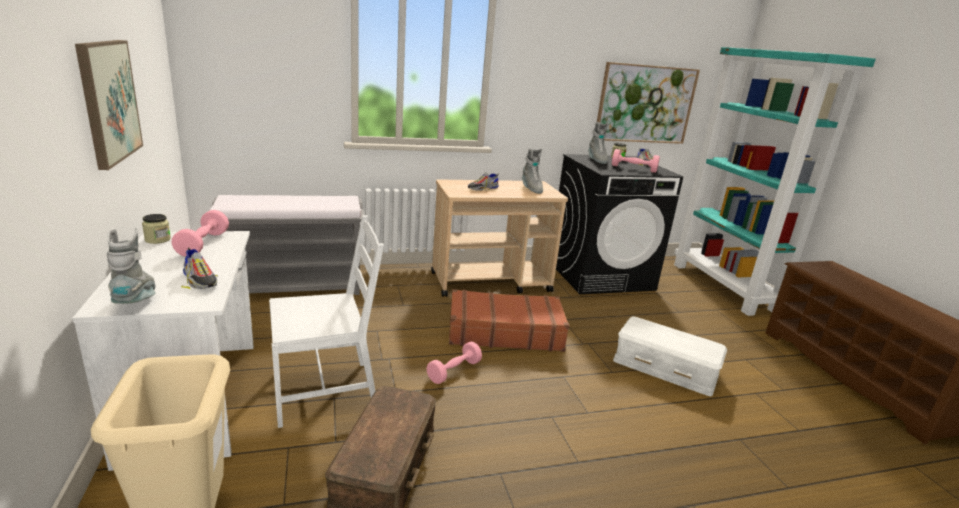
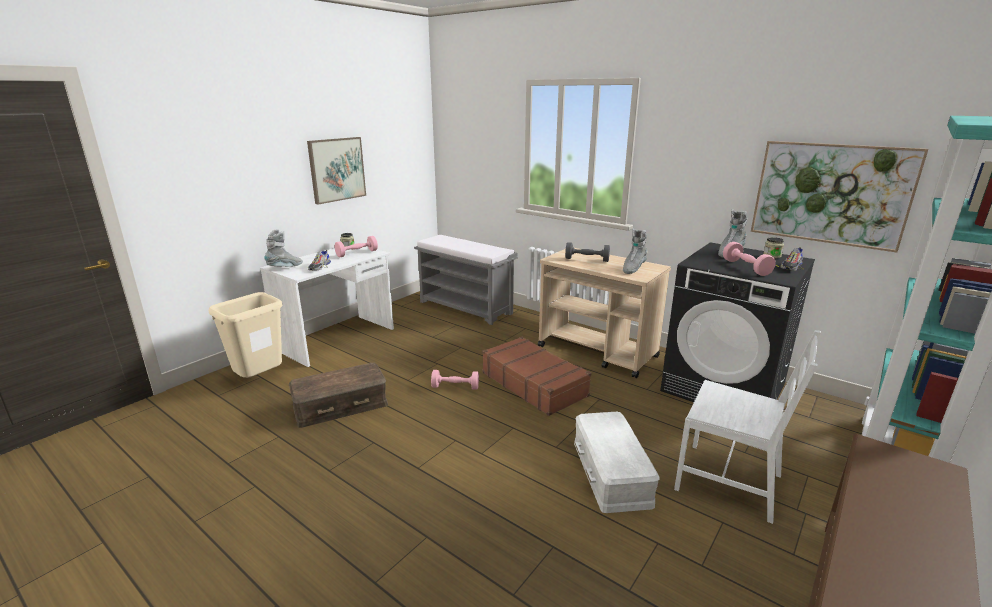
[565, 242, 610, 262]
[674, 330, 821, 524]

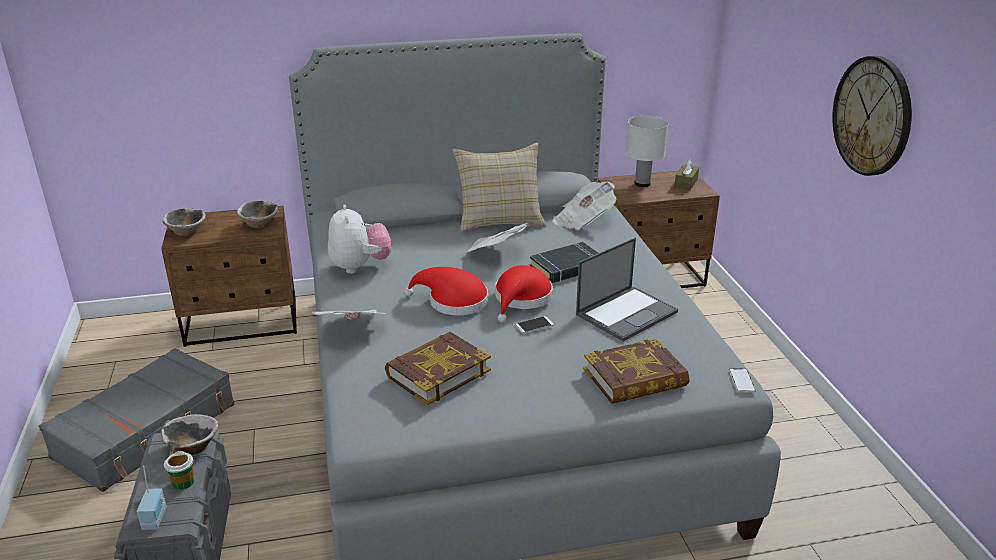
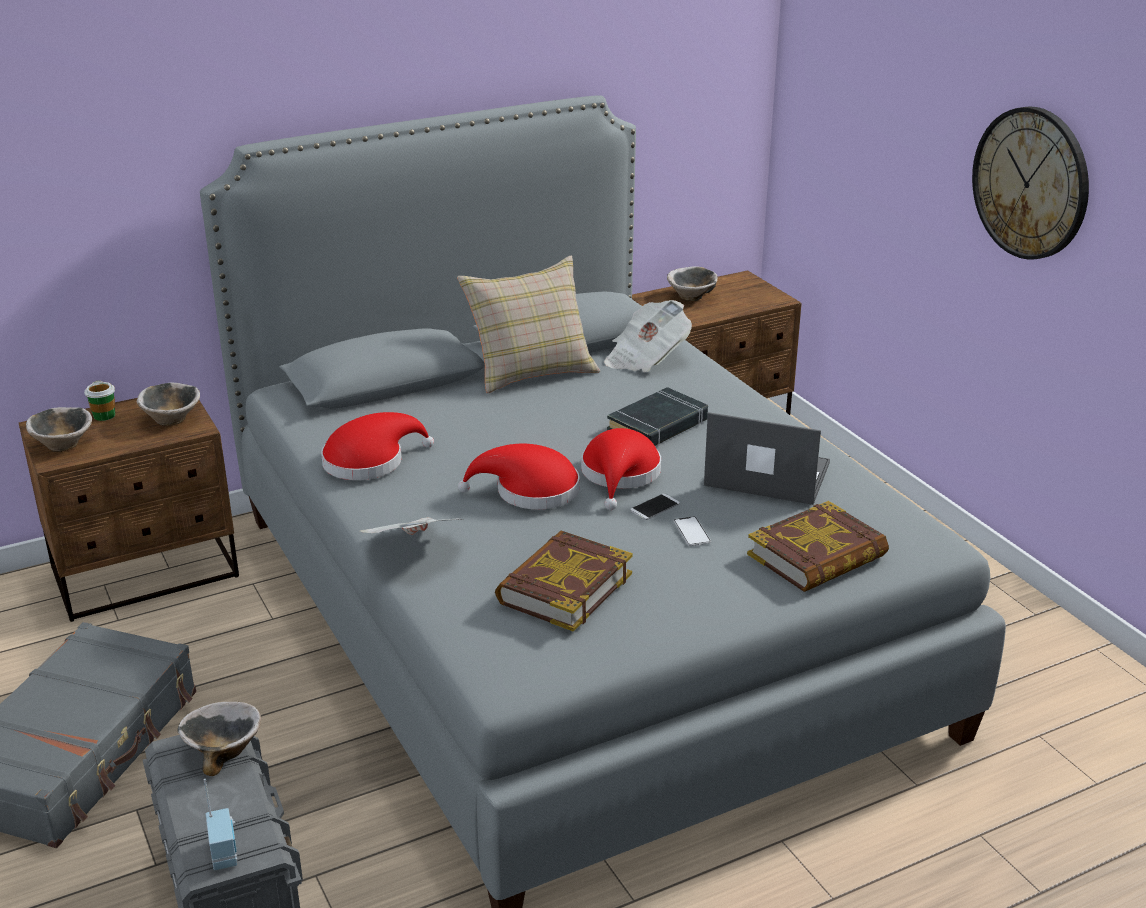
[84, 381, 115, 421]
[321, 412, 434, 480]
[667, 266, 718, 301]
[674, 516, 711, 546]
[704, 412, 830, 505]
[464, 222, 529, 253] (first image)
[674, 159, 699, 190] (first image)

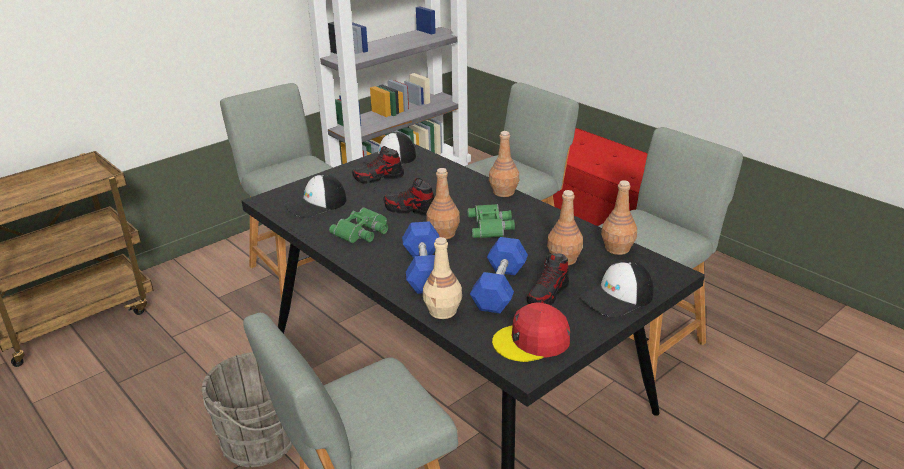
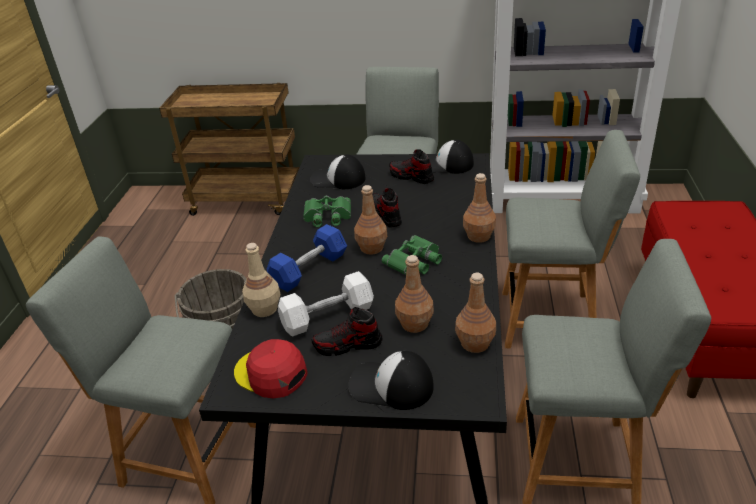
[278, 271, 374, 337]

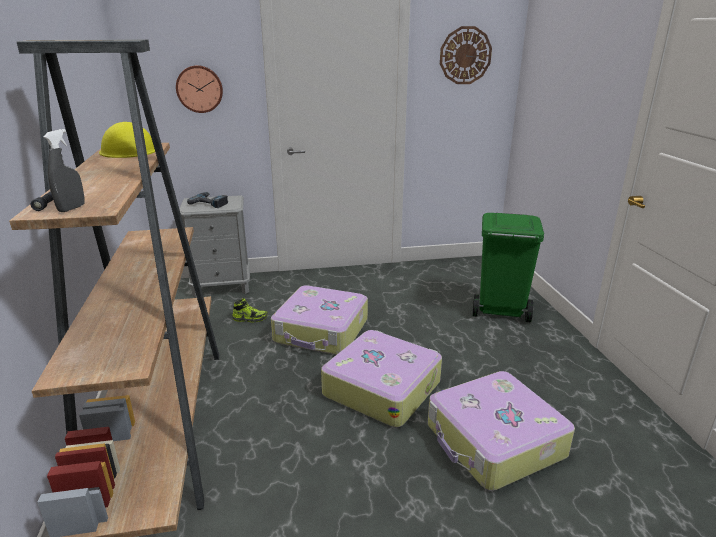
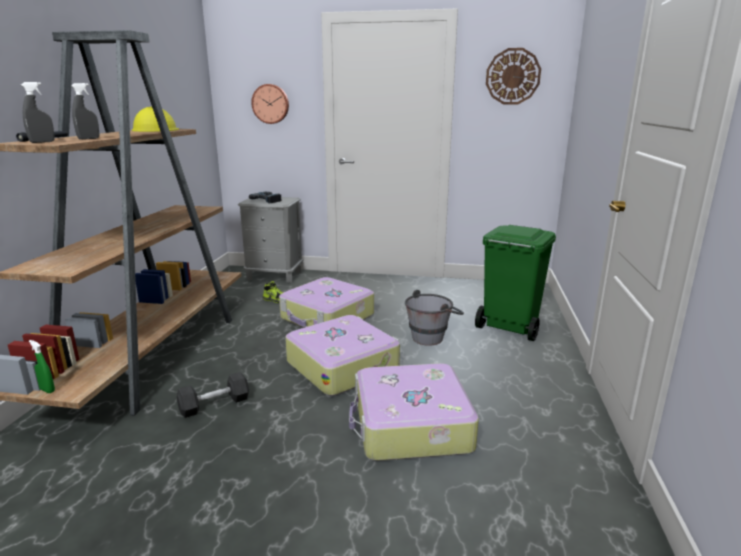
[29, 340, 55, 393]
[71, 83, 99, 140]
[177, 372, 249, 418]
[405, 290, 464, 346]

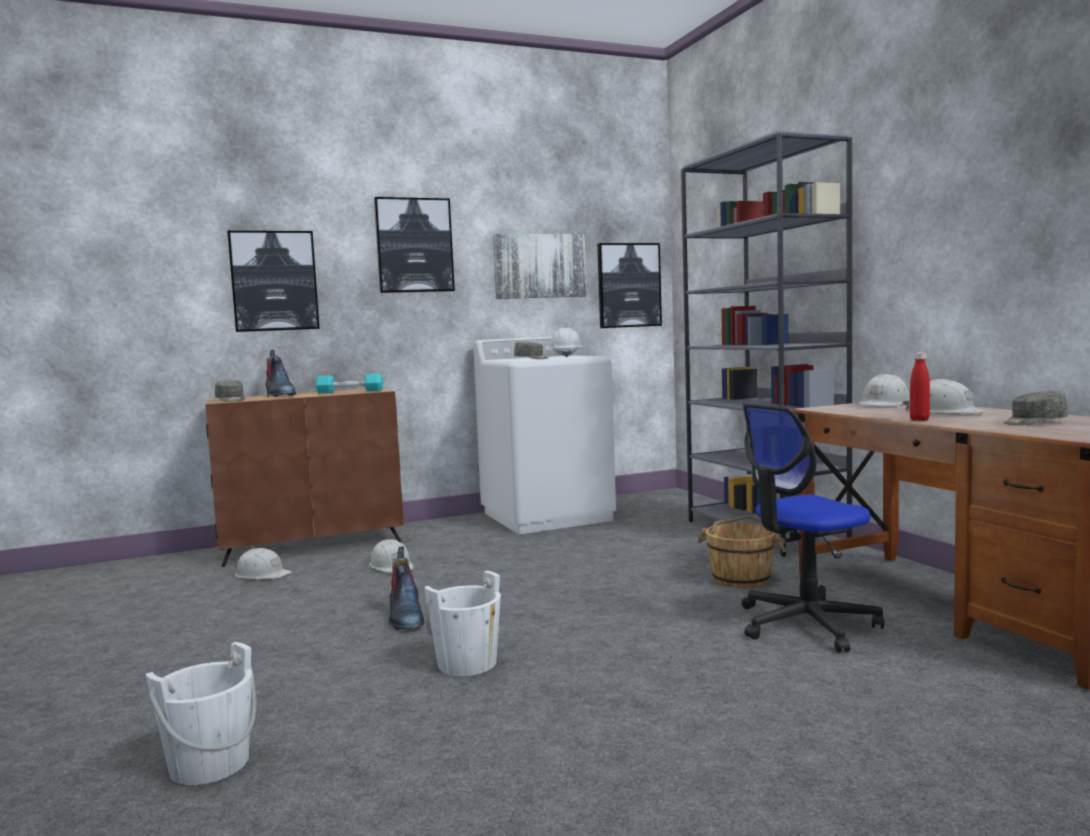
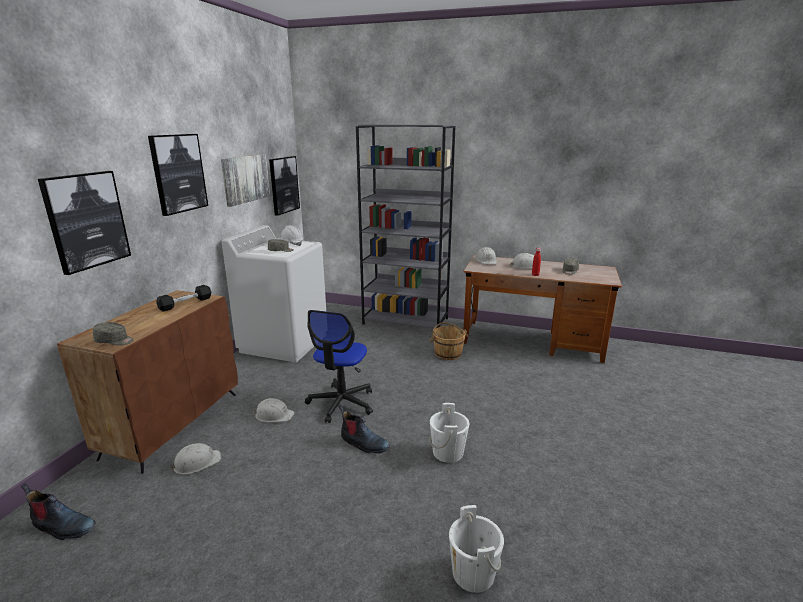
[21, 483, 96, 540]
[156, 285, 211, 312]
[305, 310, 373, 423]

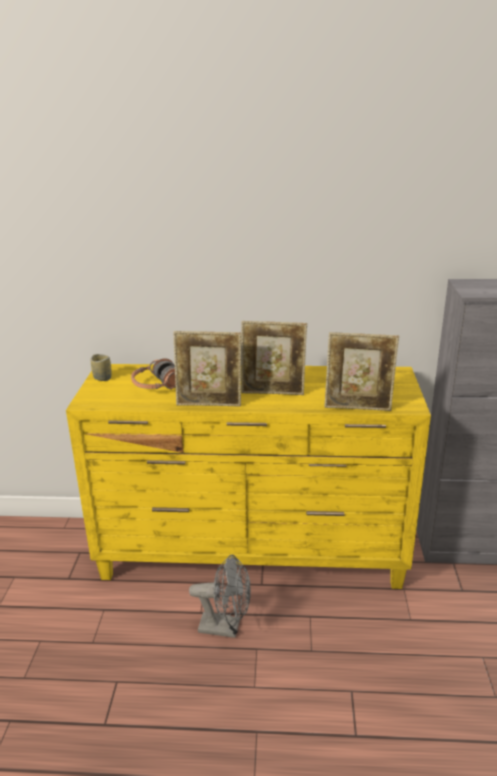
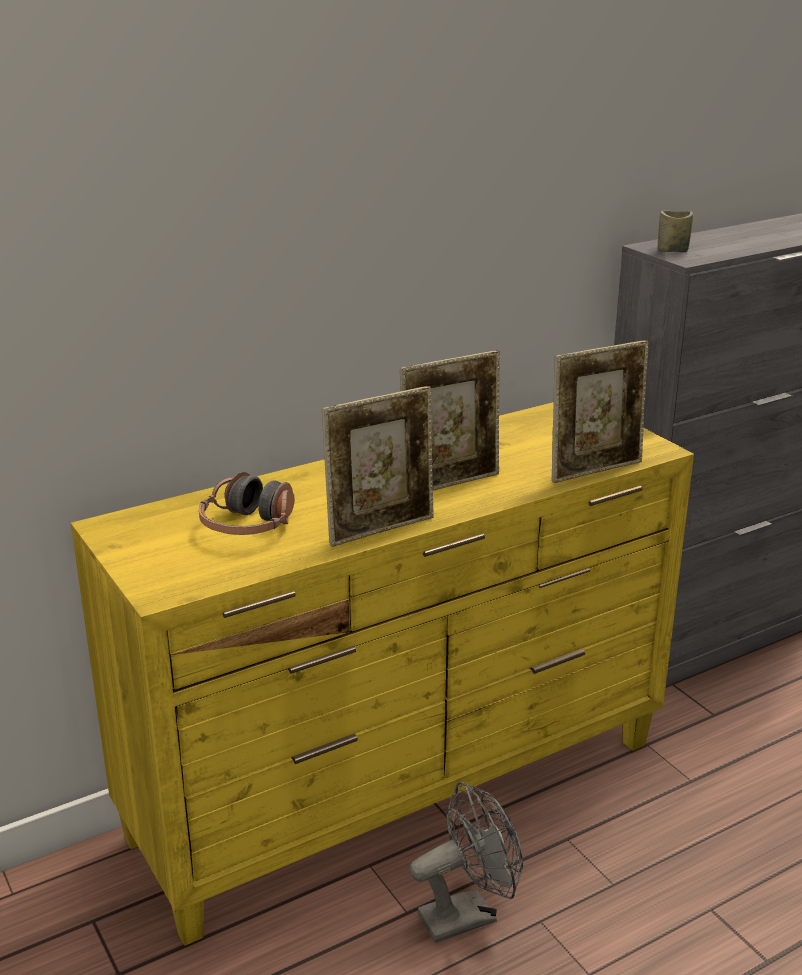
[658, 211, 693, 252]

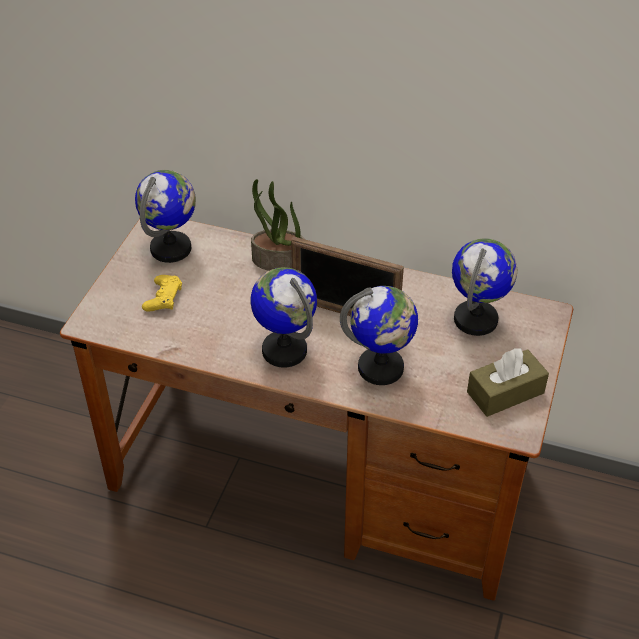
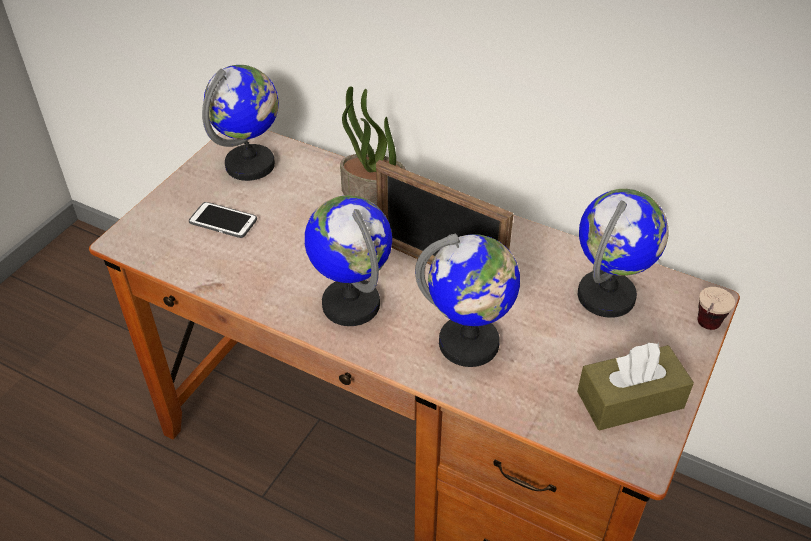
[189, 202, 257, 238]
[697, 287, 735, 330]

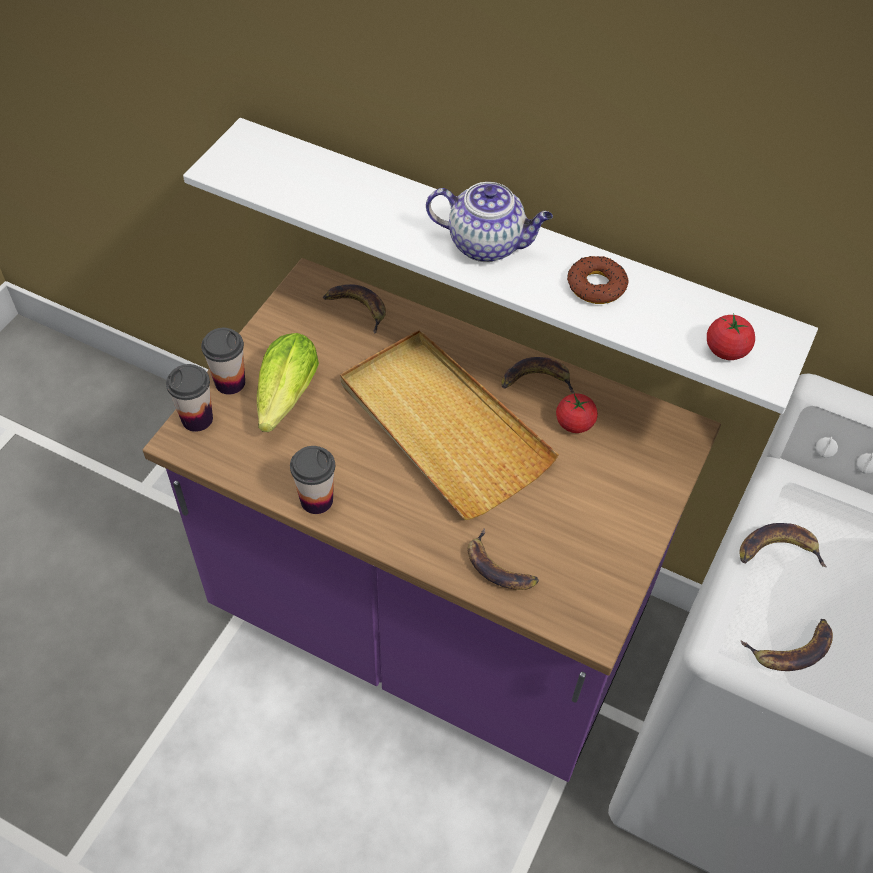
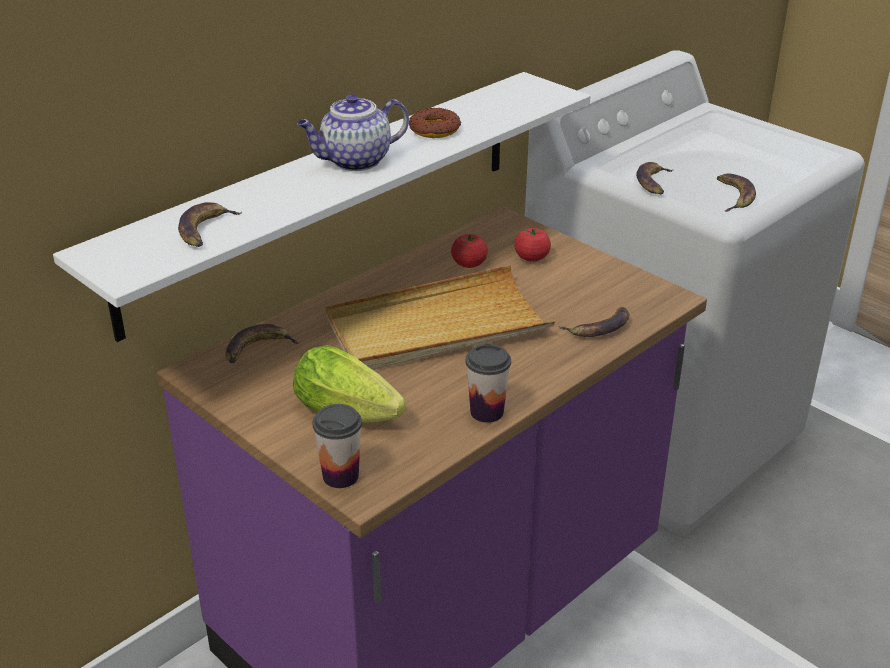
[178, 202, 242, 247]
[297, 94, 409, 171]
[514, 228, 551, 262]
[201, 328, 245, 395] (first image)

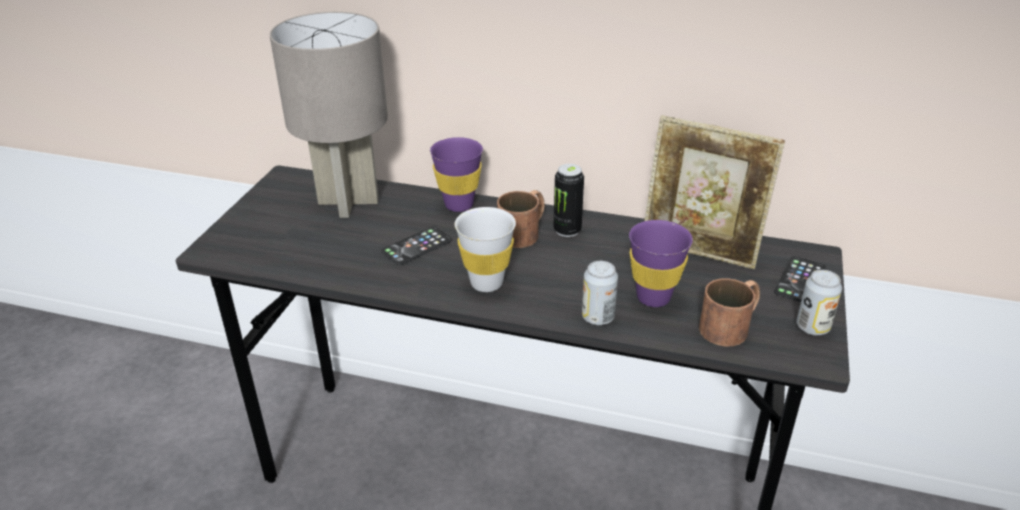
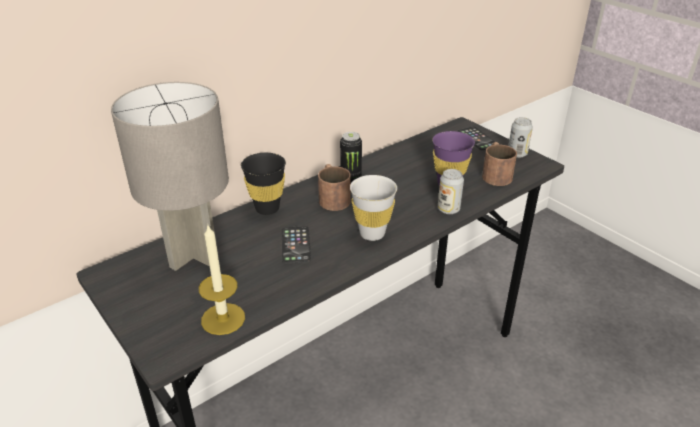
[199, 225, 245, 335]
[241, 153, 286, 215]
[645, 115, 785, 269] (first image)

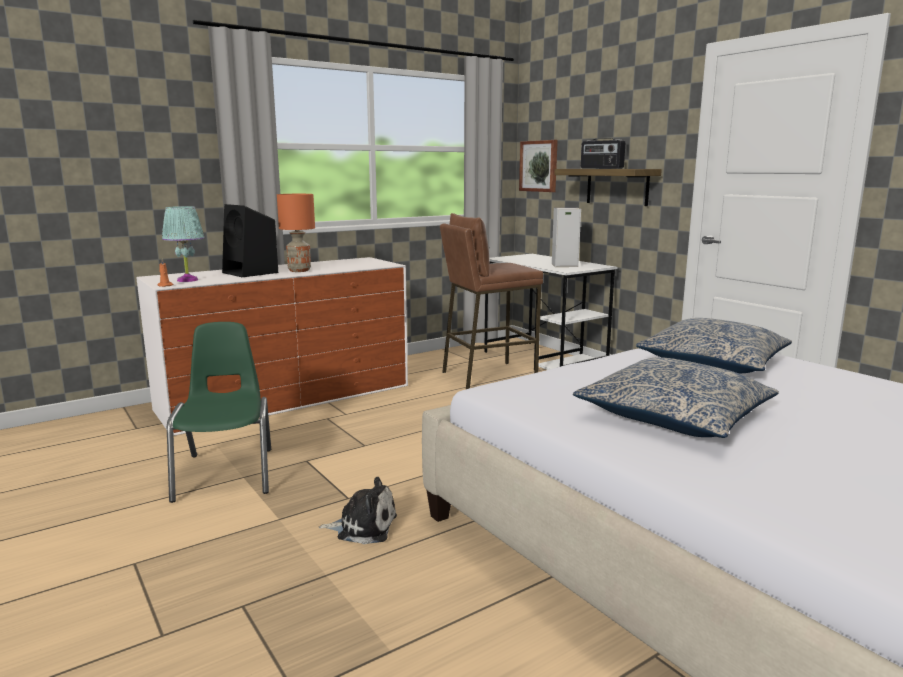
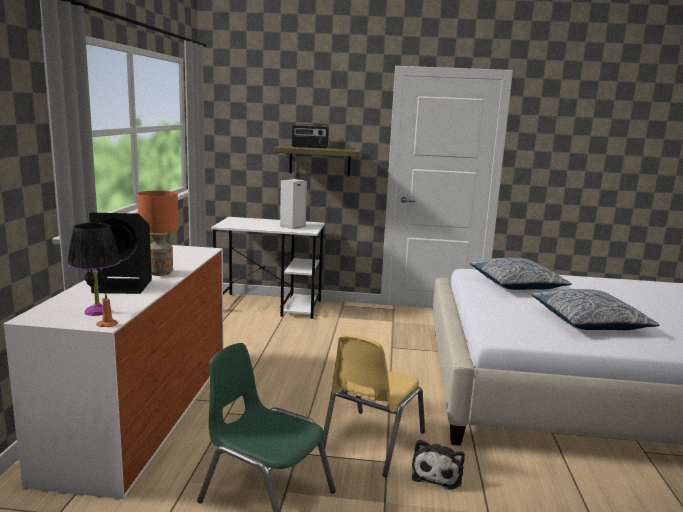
[68, 223, 120, 316]
[322, 334, 425, 477]
[412, 439, 465, 489]
[440, 213, 543, 389] (first image)
[519, 140, 558, 192] (first image)

